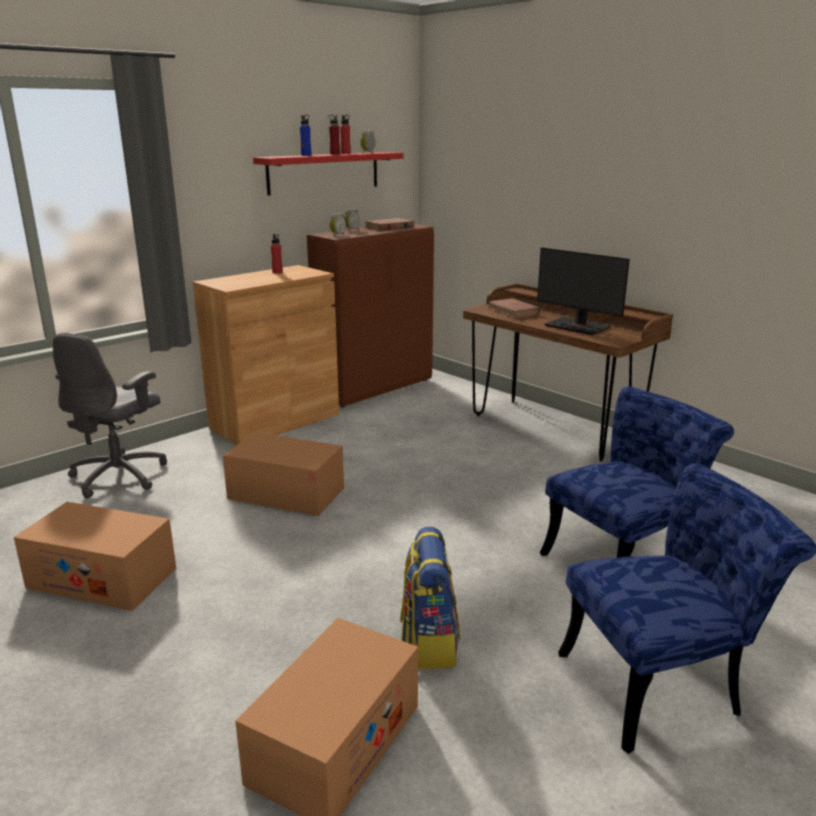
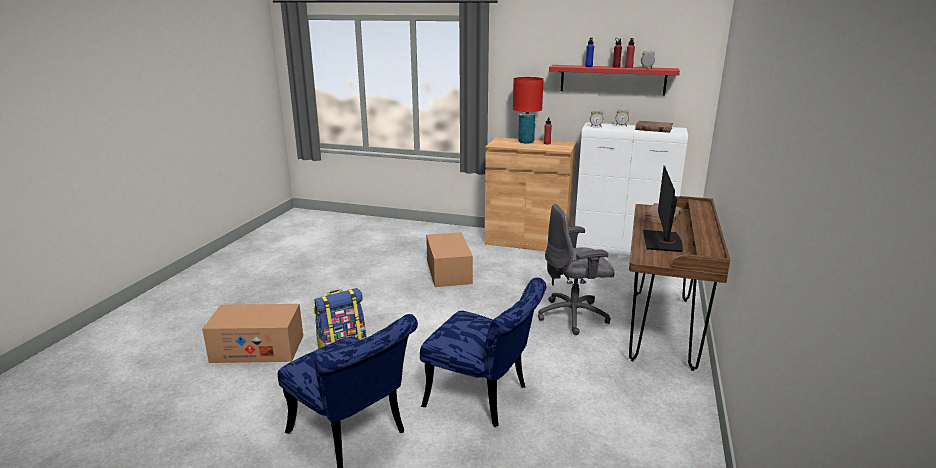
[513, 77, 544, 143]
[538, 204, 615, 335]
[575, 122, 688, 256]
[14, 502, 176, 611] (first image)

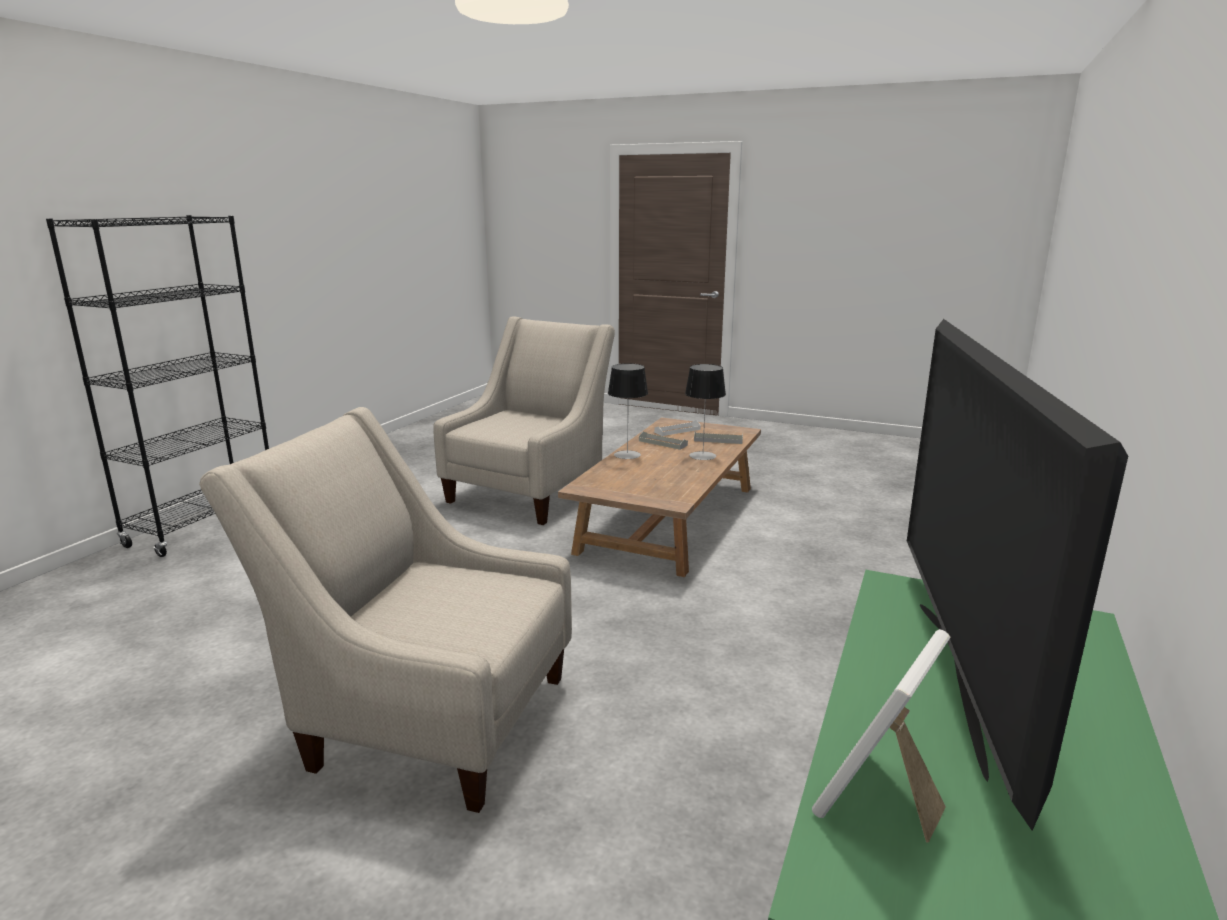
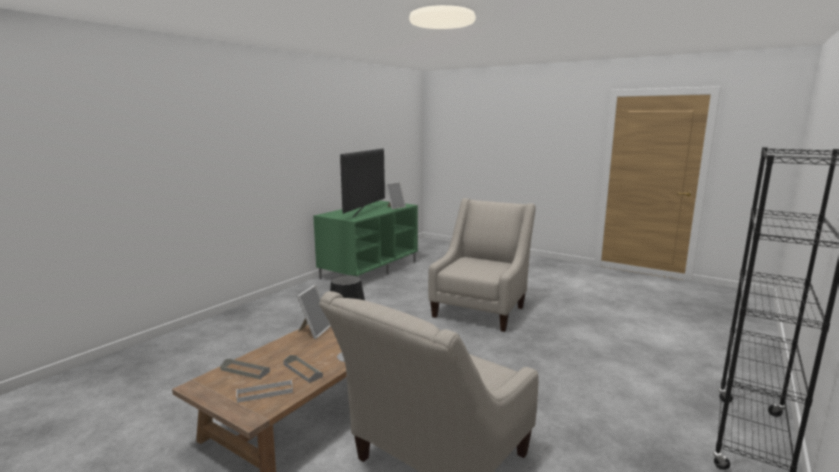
[297, 285, 331, 339]
[428, 198, 536, 332]
[685, 364, 726, 460] (first image)

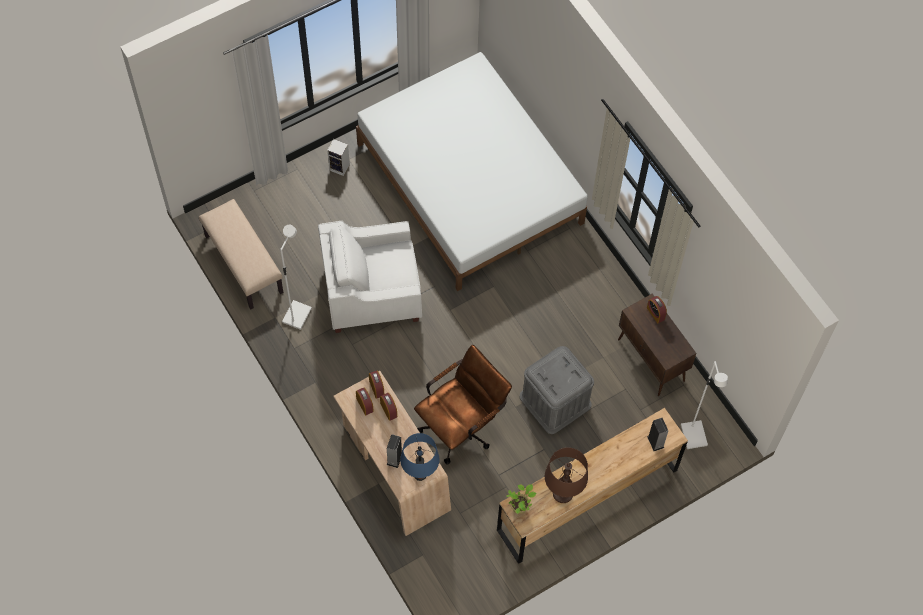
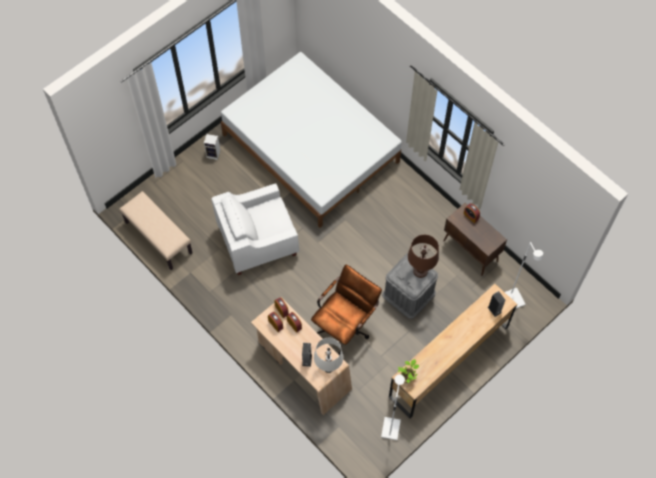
[314, 338, 343, 373]
[381, 374, 405, 440]
[408, 235, 439, 278]

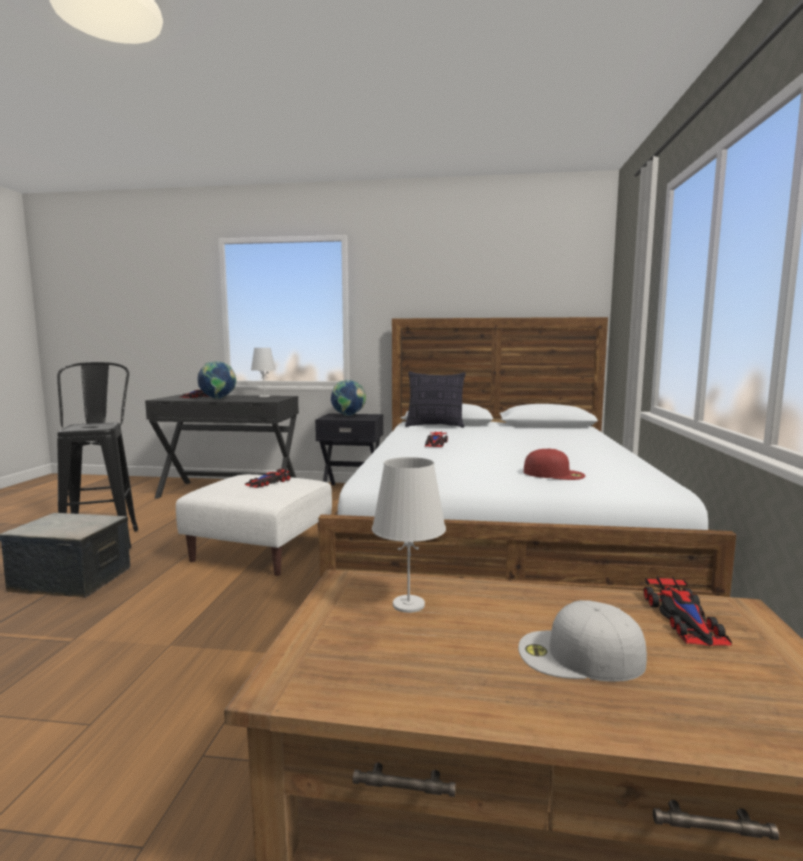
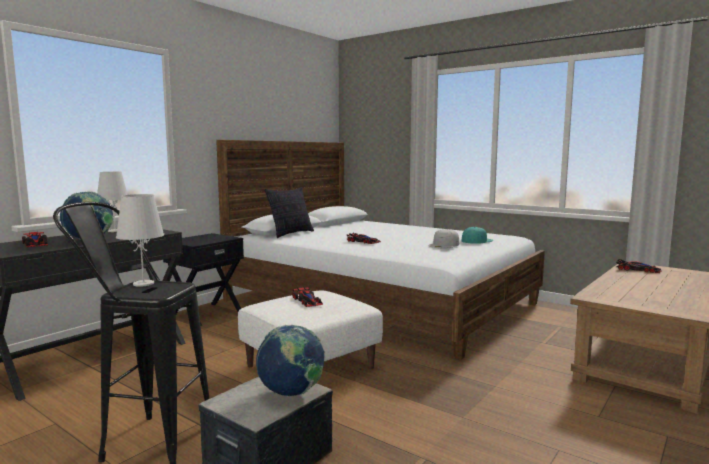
[116, 194, 164, 287]
[256, 325, 325, 397]
[428, 229, 459, 248]
[462, 227, 493, 244]

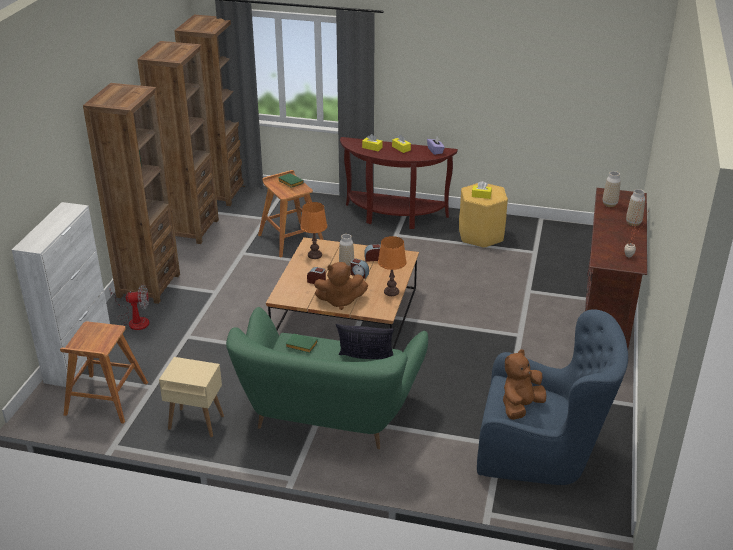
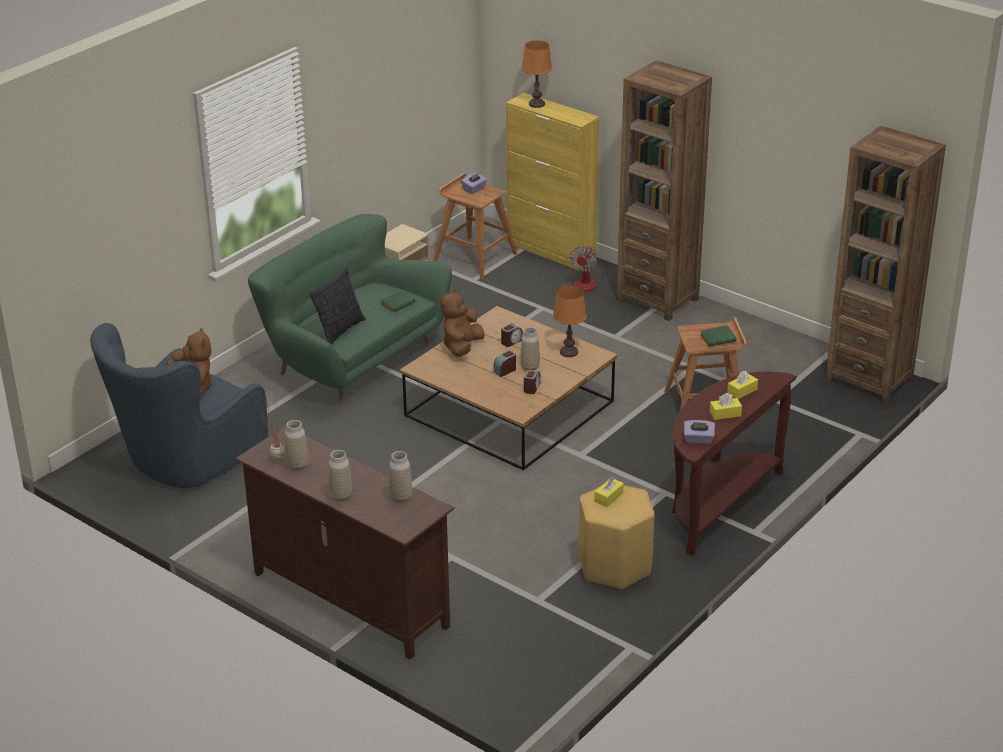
[285, 420, 308, 470]
[461, 172, 487, 194]
[506, 93, 599, 270]
[522, 41, 552, 108]
[137, 41, 219, 244] (first image)

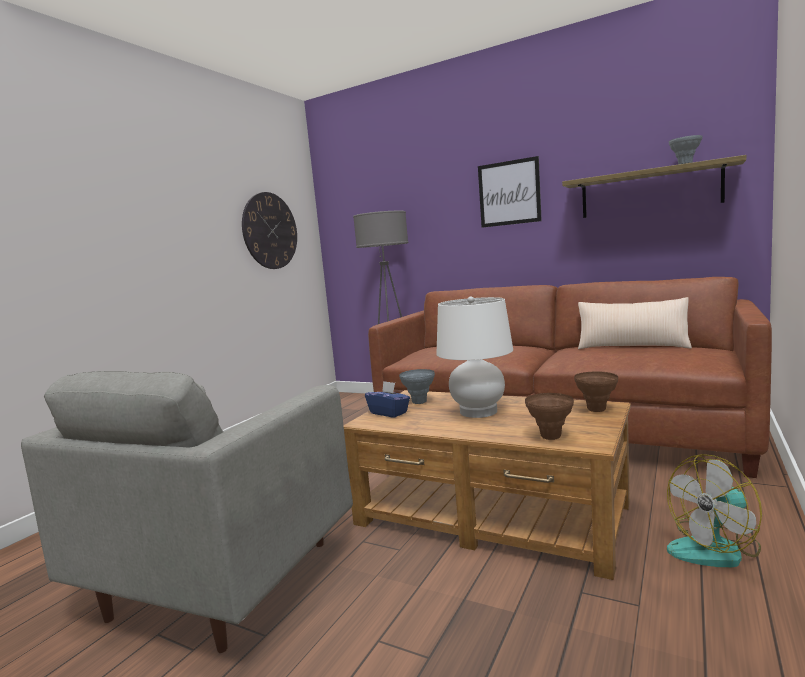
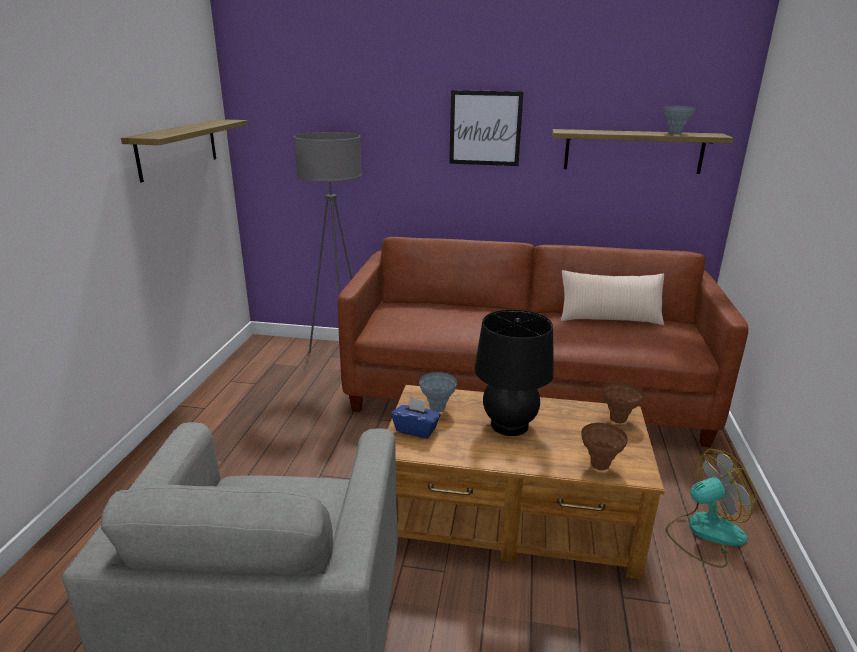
[121, 119, 248, 183]
[474, 310, 554, 436]
[666, 448, 757, 568]

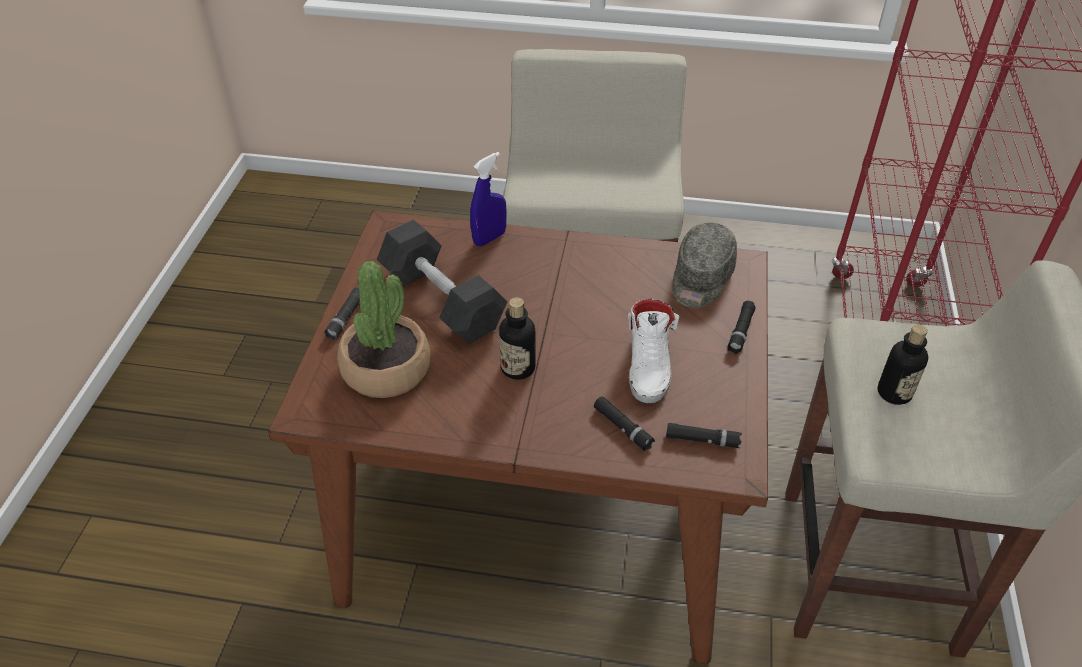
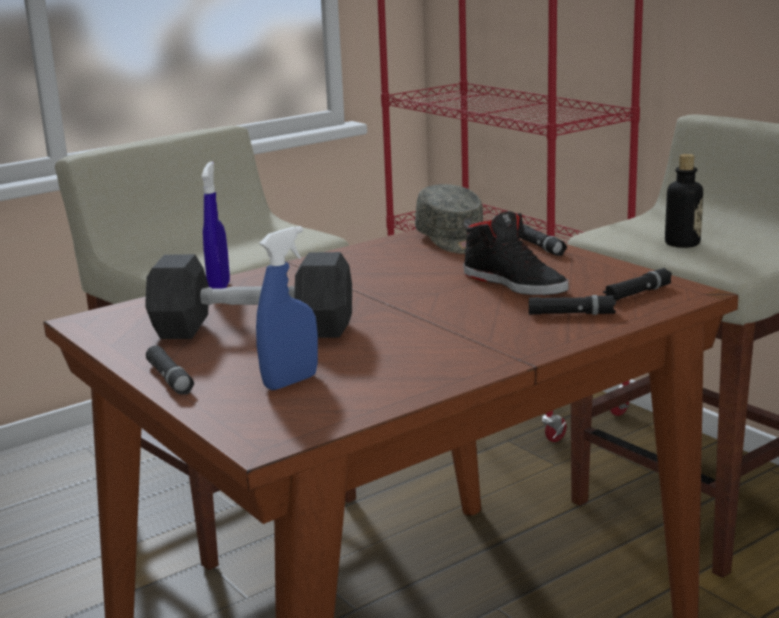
[256, 226, 318, 390]
[463, 211, 569, 295]
[499, 297, 536, 380] (first image)

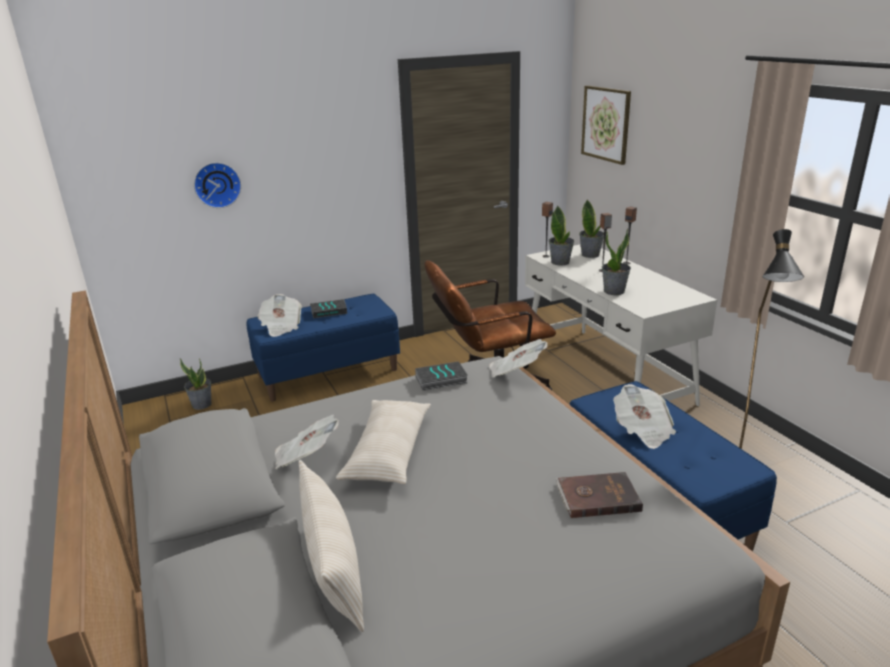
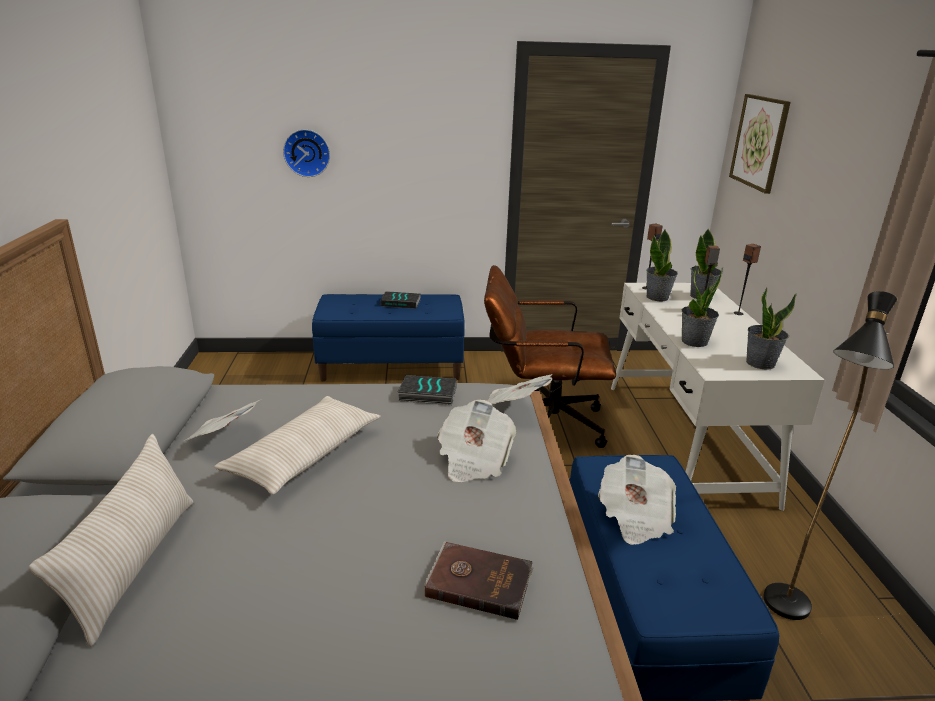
[437, 400, 516, 482]
[746, 287, 797, 370]

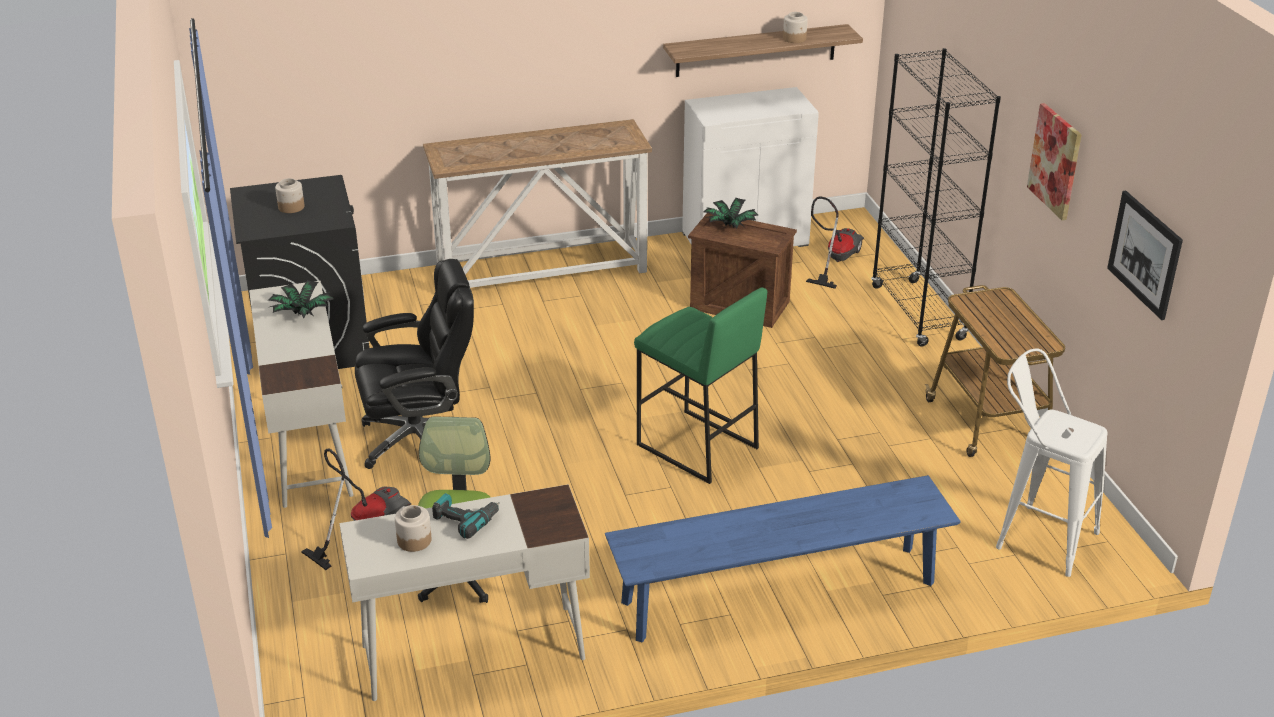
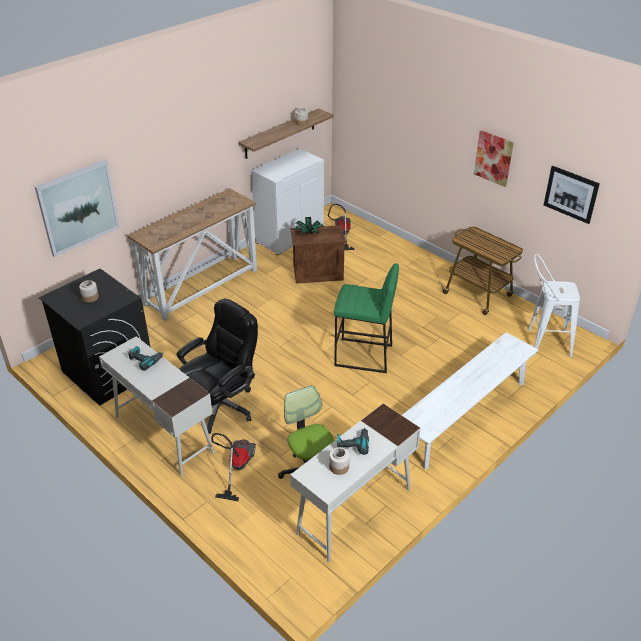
[35, 160, 120, 257]
[128, 346, 163, 371]
[402, 332, 539, 469]
[871, 48, 1001, 346] (first image)

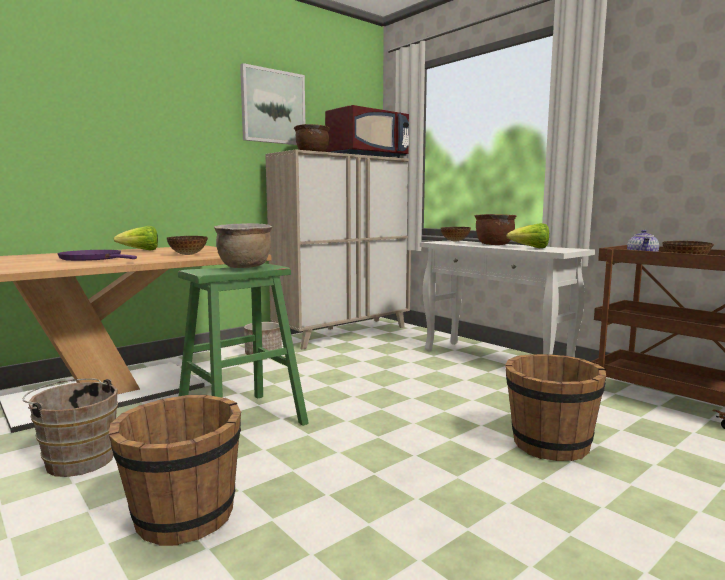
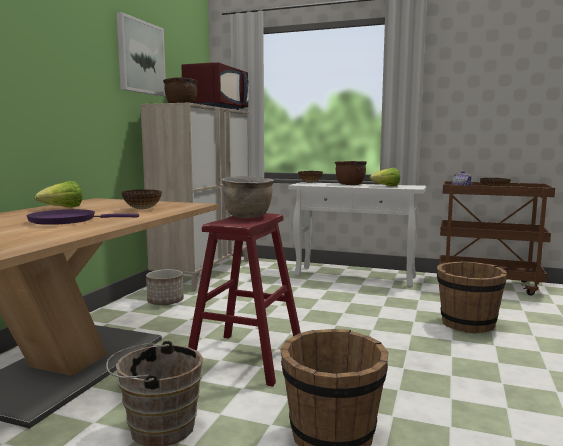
[188, 213, 301, 387]

